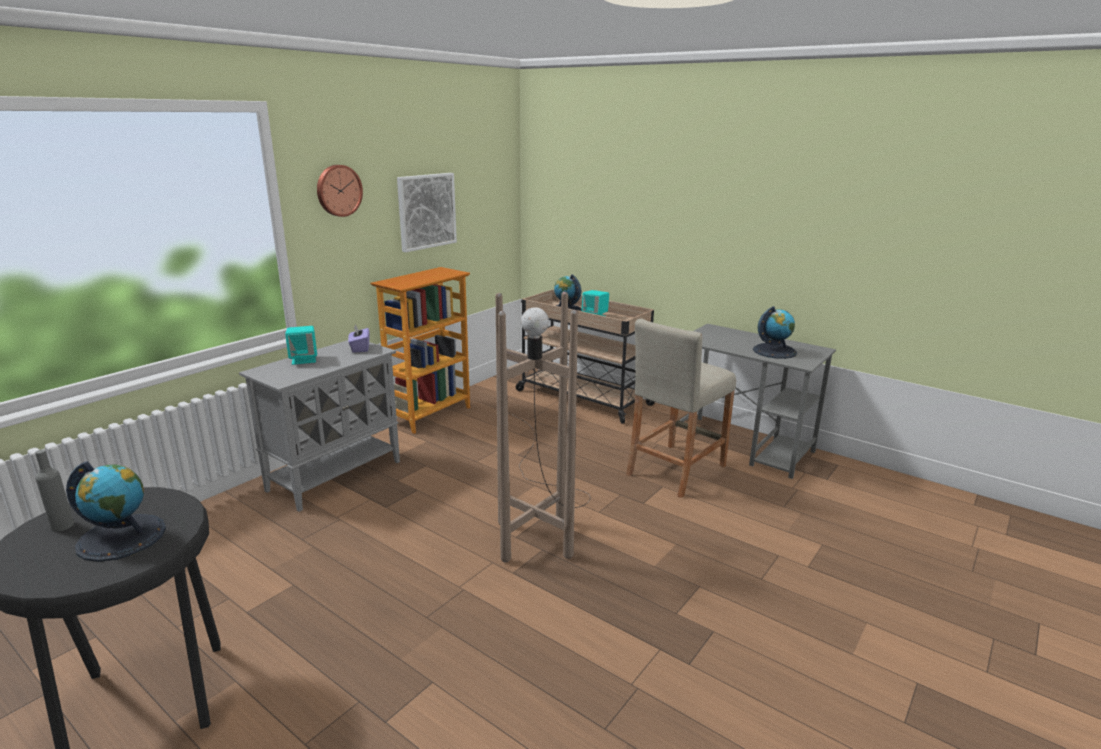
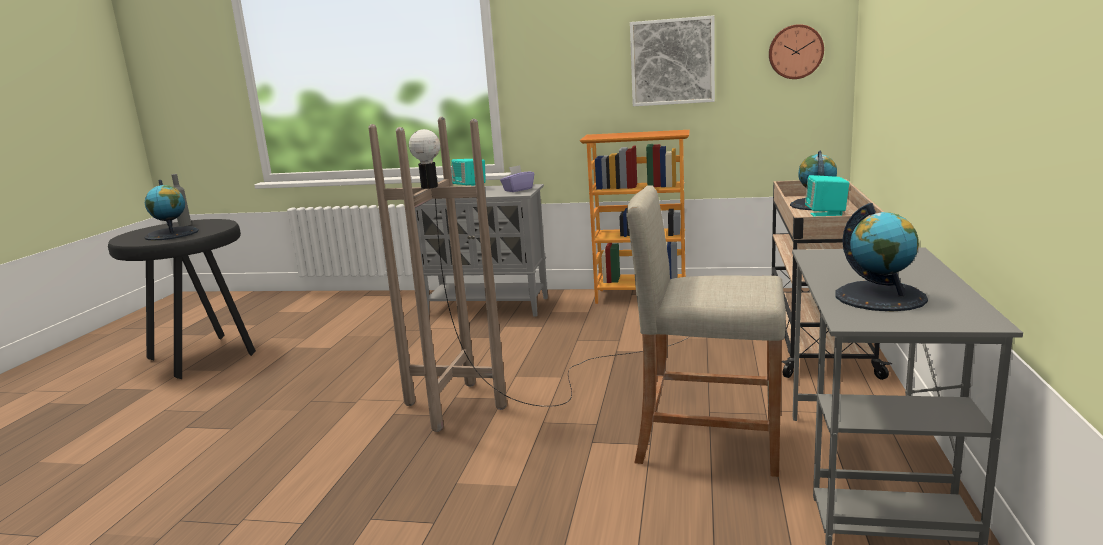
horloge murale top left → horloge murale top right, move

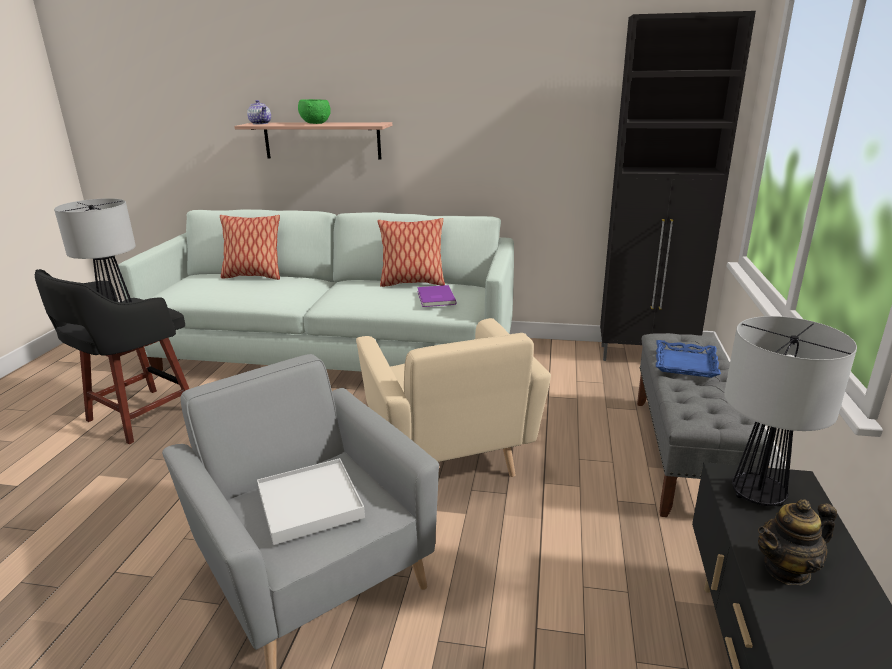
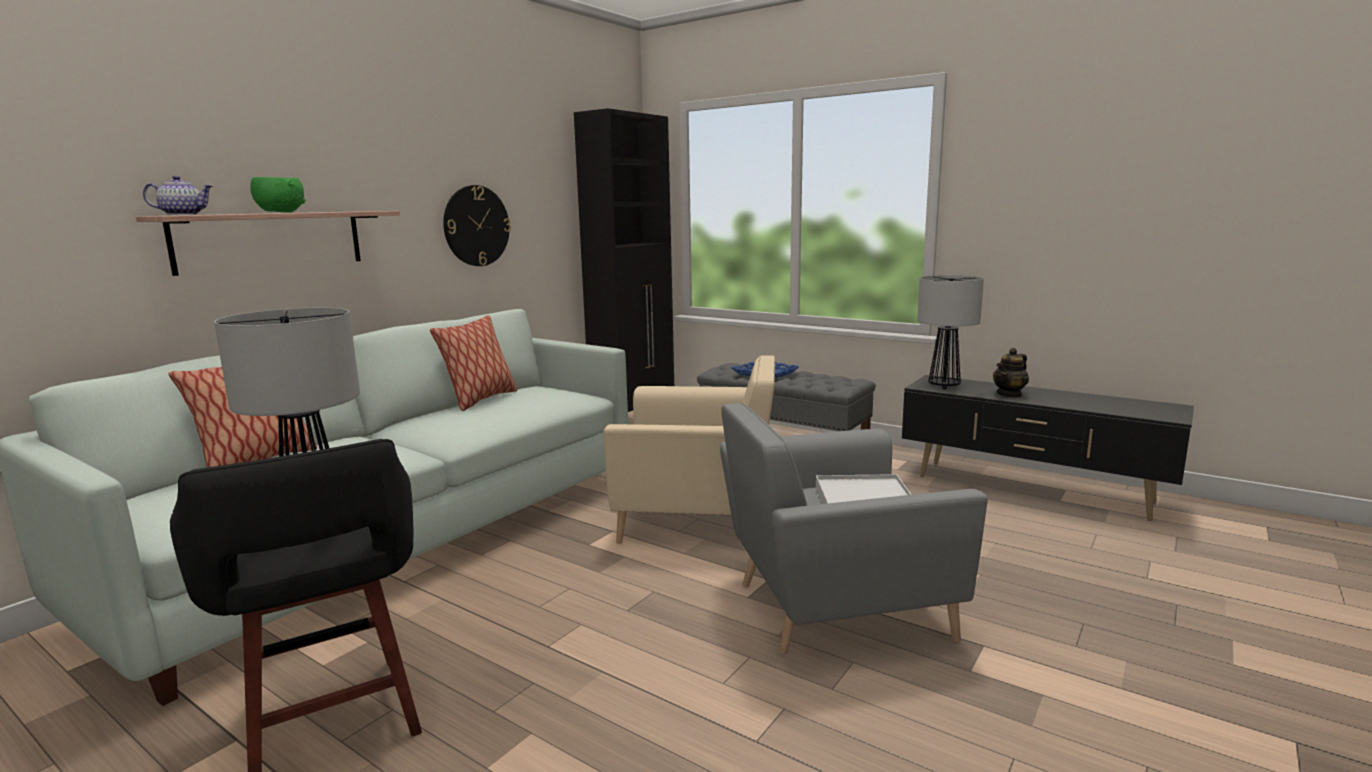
livre (violet) centre → -
- → horloge murale top centre
théière (2nd from left) bottom right → théière (2nd from left) middle right, 45 degrees clockwise

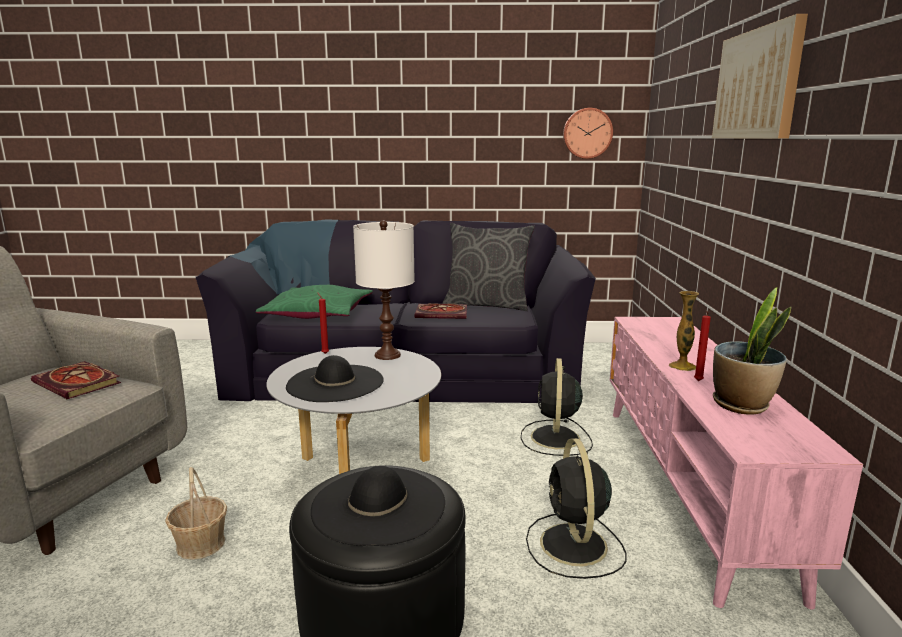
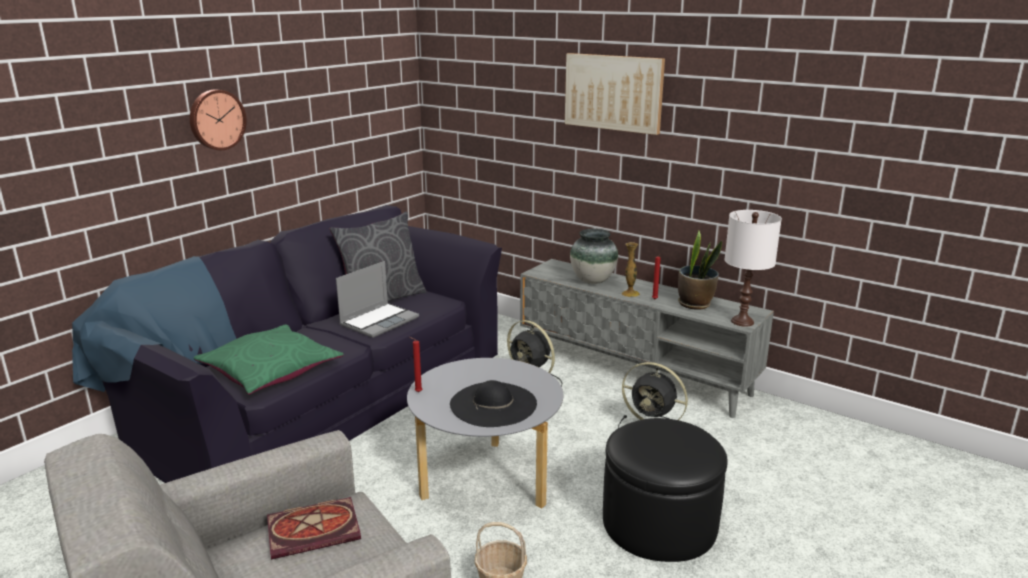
chapeau (noir) (2nd from left) bottom centre → -
- → vase (1st from left) centre
lampe de table (blanc) centre → lampe de table (blanc) middle right, move
horloge murale top centre → horloge murale top left, move
livre (2nd from left) centre → ordinateur portable centre
meuble télé (rose) bottom right → meuble télé (gris) centre

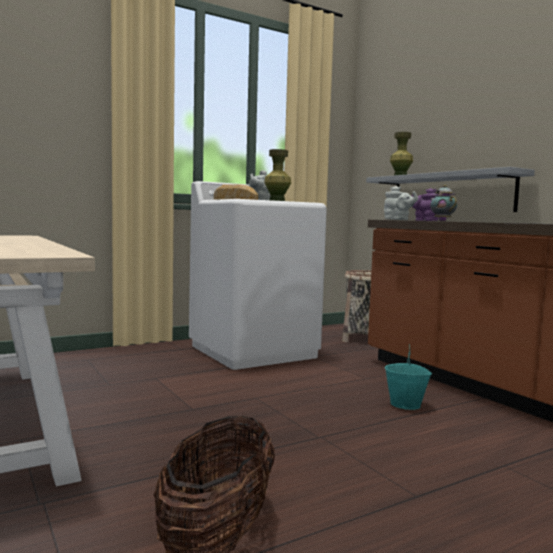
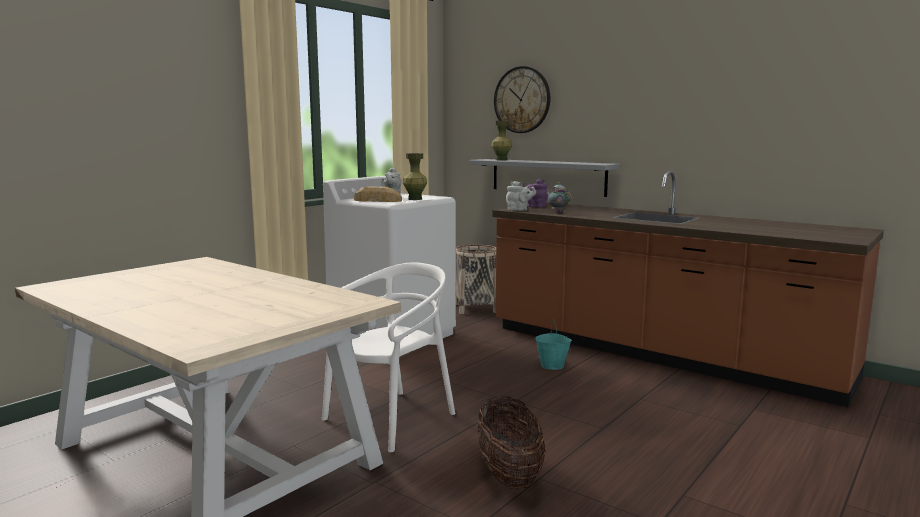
- → chaise (blanc) bottom centre
- → horloge murale top centre

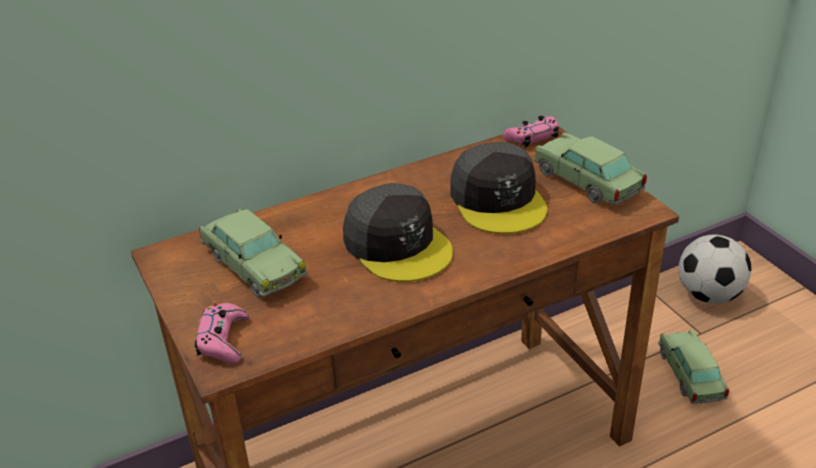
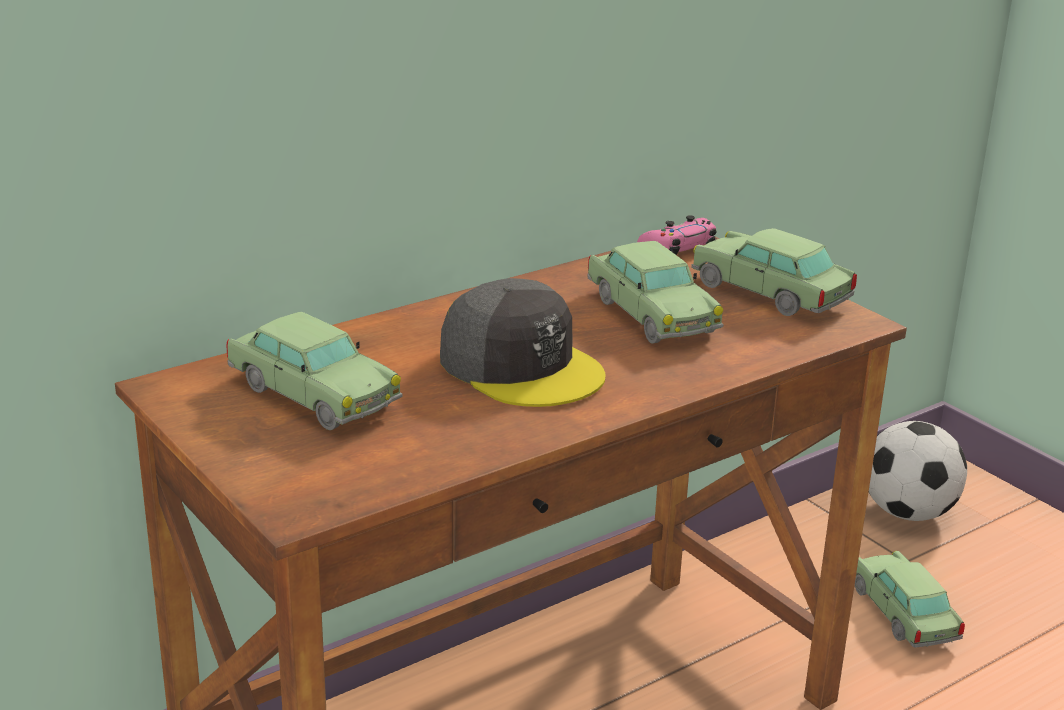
manette (rose) (1st from left) bottom left → -
casquette (gris) (2nd from left) centre → petite voiture (2nd from left) centre

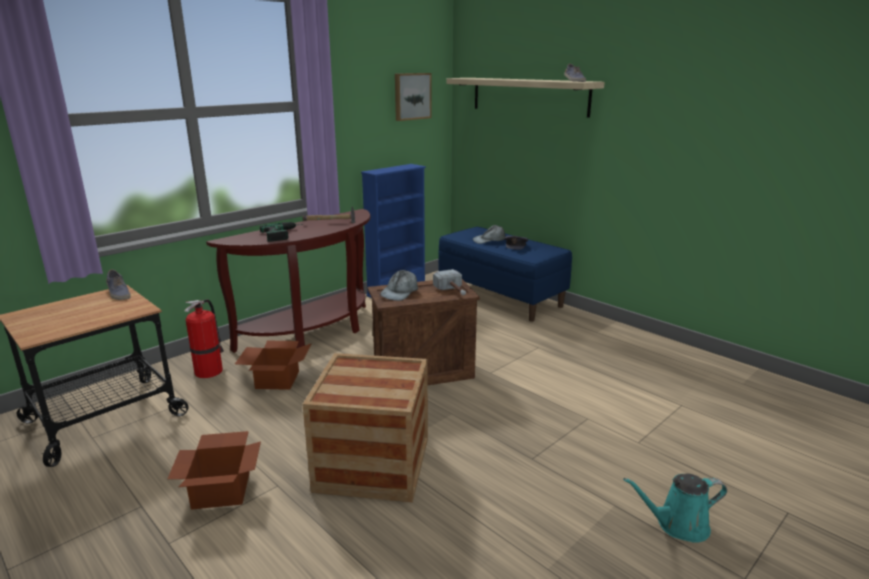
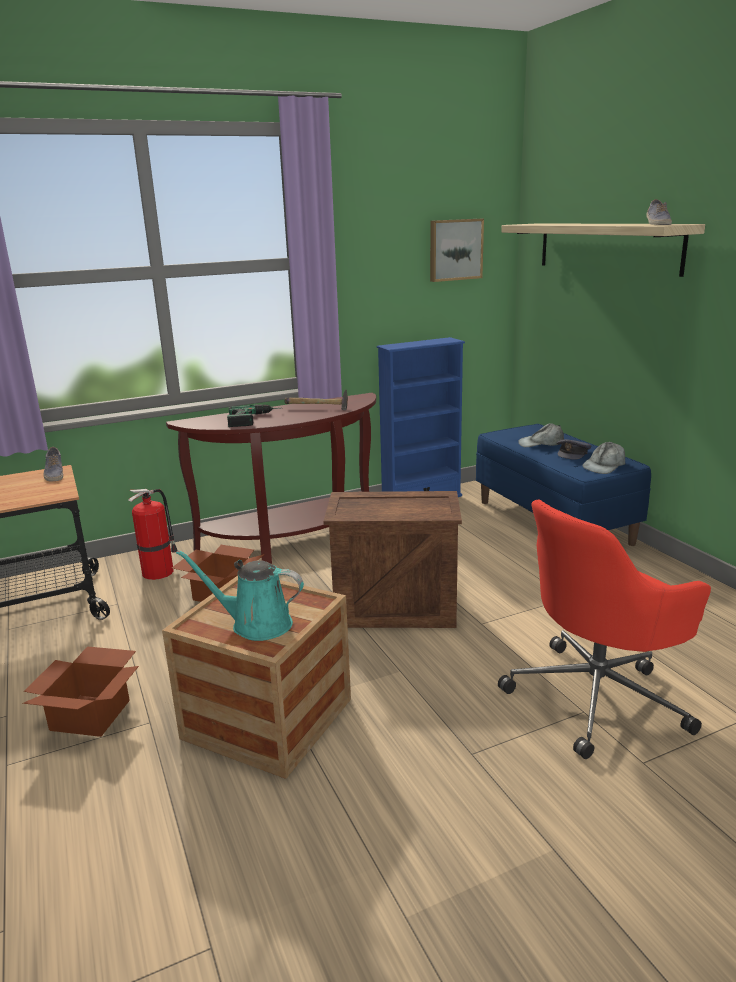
marteau (2nd from left) centre → -
- → chaise de bureau (rouge) middle right
casquette (gris) (1st from left in the first image) centre → casquette (gris) (3rd from left) middle right, move
arrosoir (turquoise) bottom right → arrosoir (turquoise) middle left, move

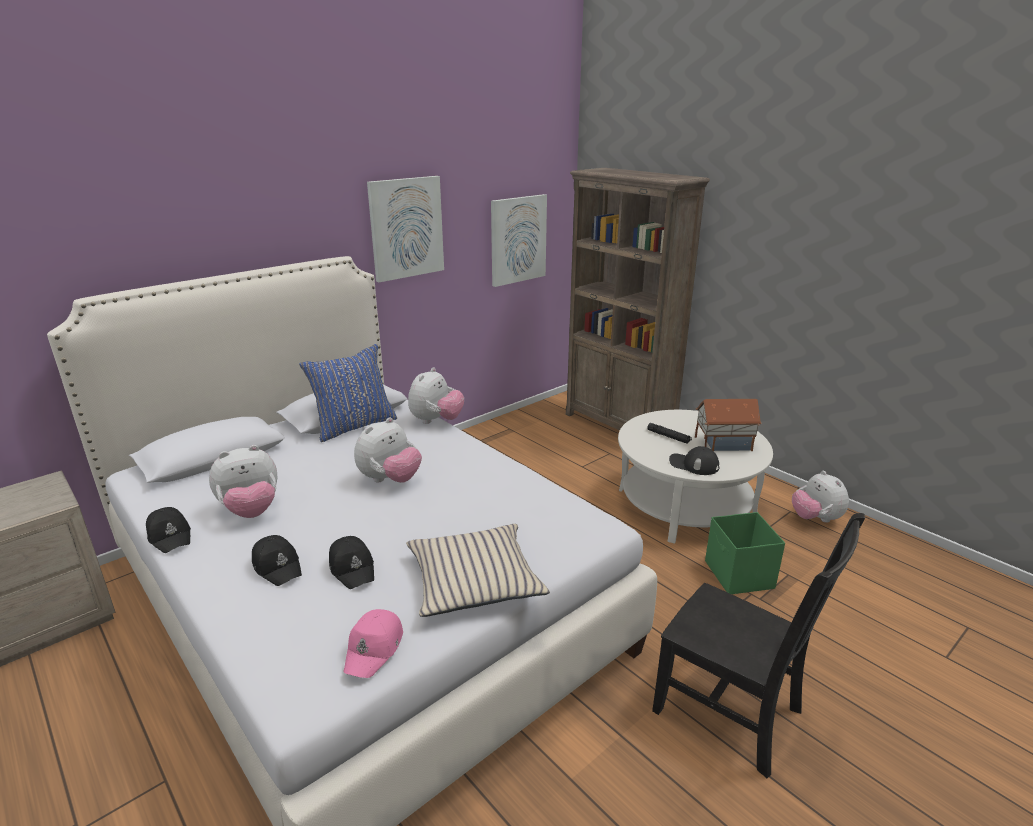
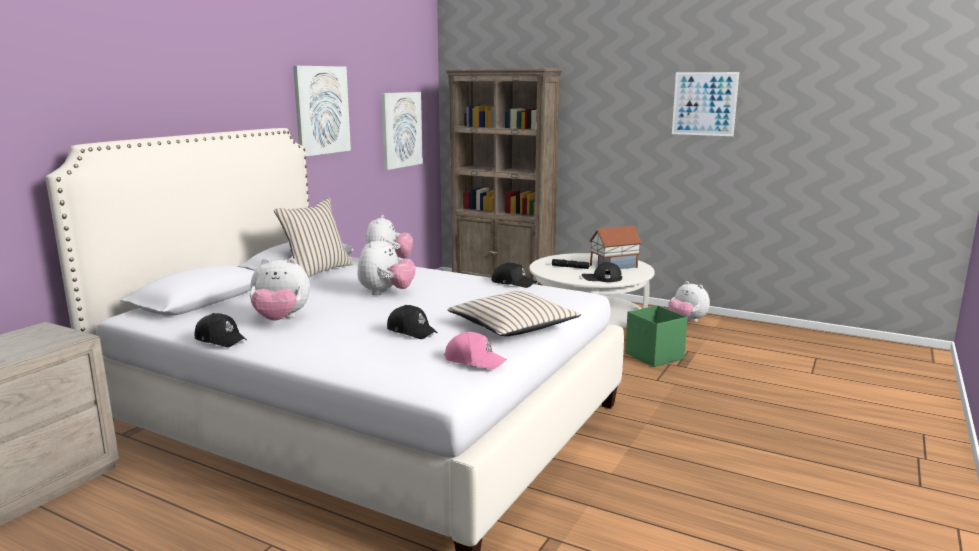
chaise (noir) bottom right → -
- → tableau (3rd from left) top right
casquette (noir) (2nd from left in the first image) bottom left → casquette (noir) (3rd from left) centre, move
coussin (bleu) centre → coussin (beige) (1st from left) middle left
peluche (1st from left) middle left, 45 degrees clockwise
casquette (rose) bottom centre → casquette (rose) centre, 60 degrees counterclockwise

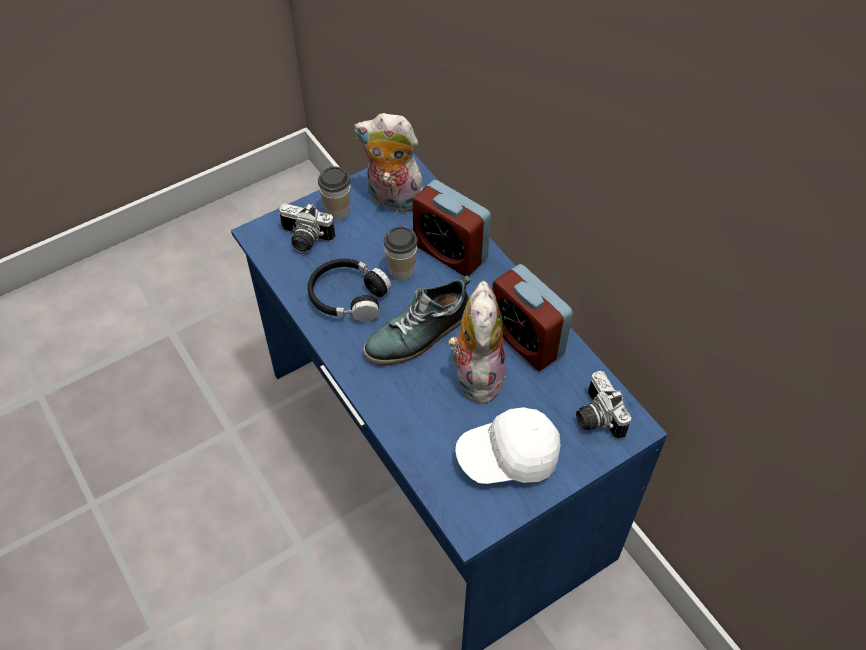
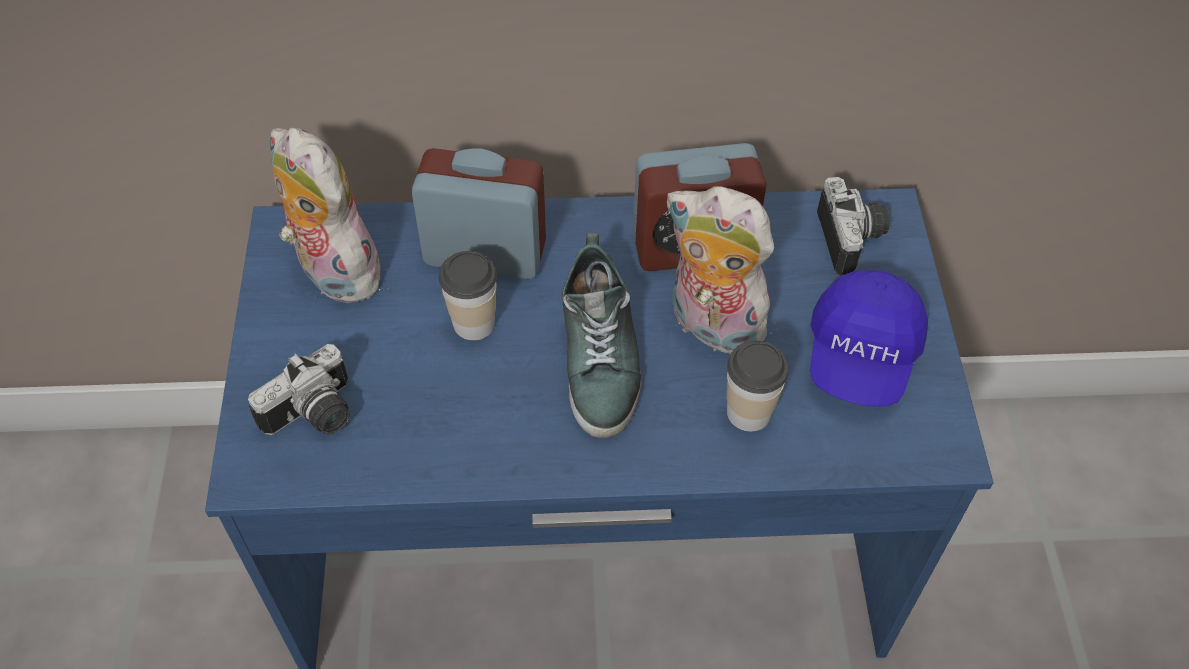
casque audio (noir) centre → -
tasse (1st from left in the first image) top centre → tasse (2nd from left) centre, move
casquette (blanc) bottom centre → casquette (bleu) middle right
peluche (1st from left) top centre → peluche (1st from left) top left, 90 degrees clockwise
réveil (1st from left) centre → réveil (1st from left) top centre, 150 degrees counterclockwise
appareil photo (2nd from left) middle right, 105 degrees counterclockwise

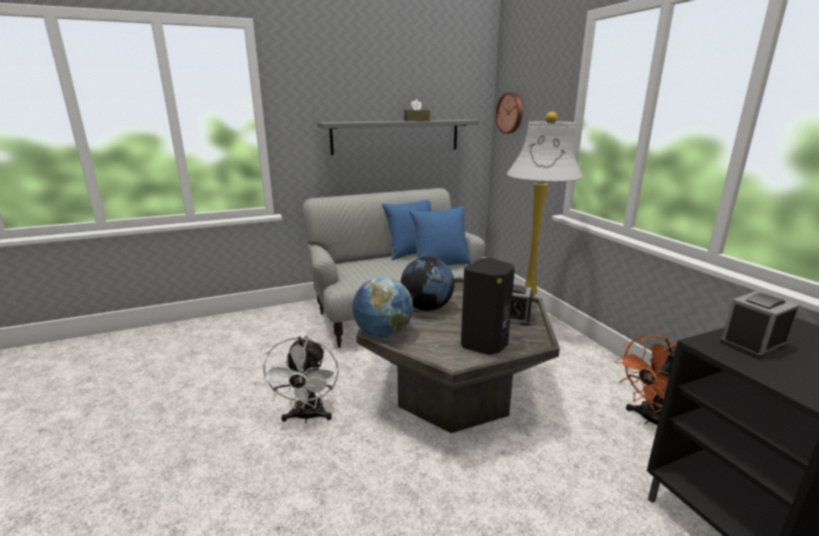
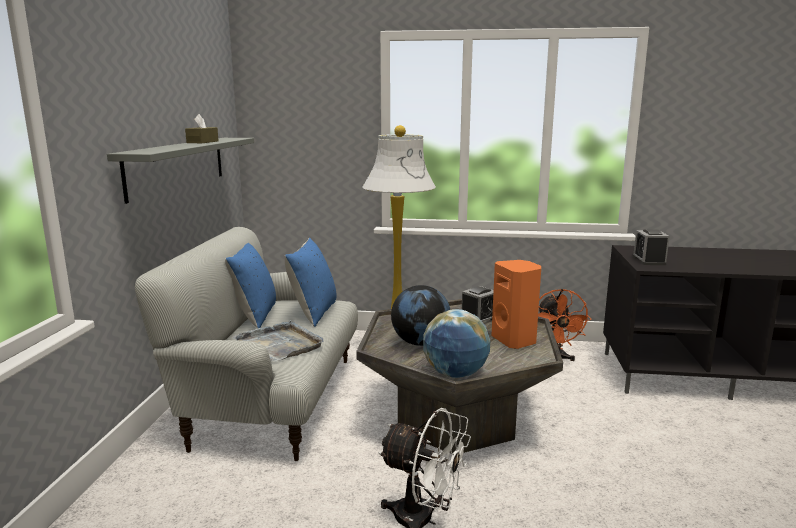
horloge murale top centre → -
- → plateau (gris) centre
enceinte (noir) centre → enceinte (orange) centre

